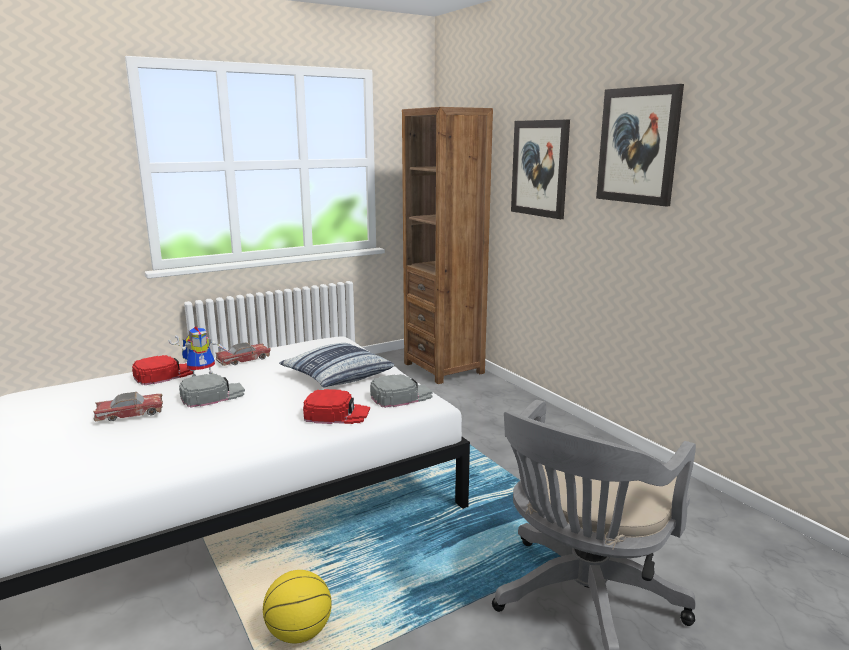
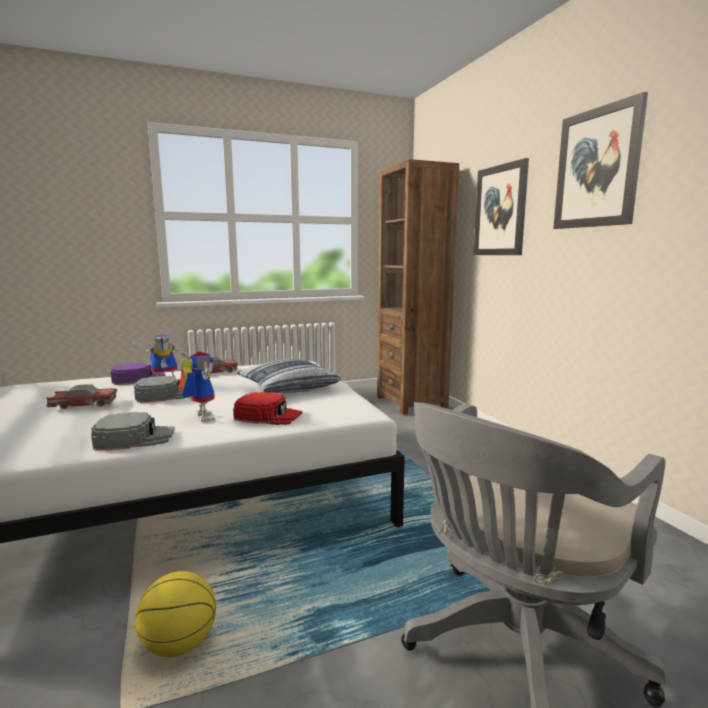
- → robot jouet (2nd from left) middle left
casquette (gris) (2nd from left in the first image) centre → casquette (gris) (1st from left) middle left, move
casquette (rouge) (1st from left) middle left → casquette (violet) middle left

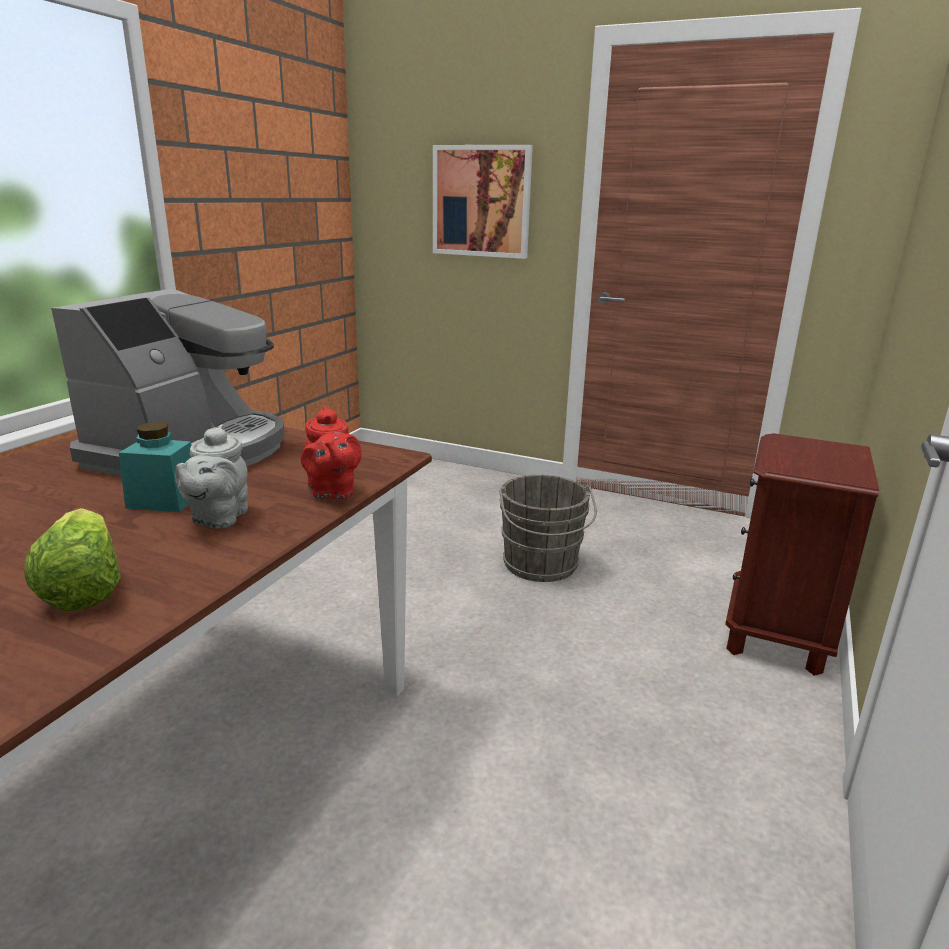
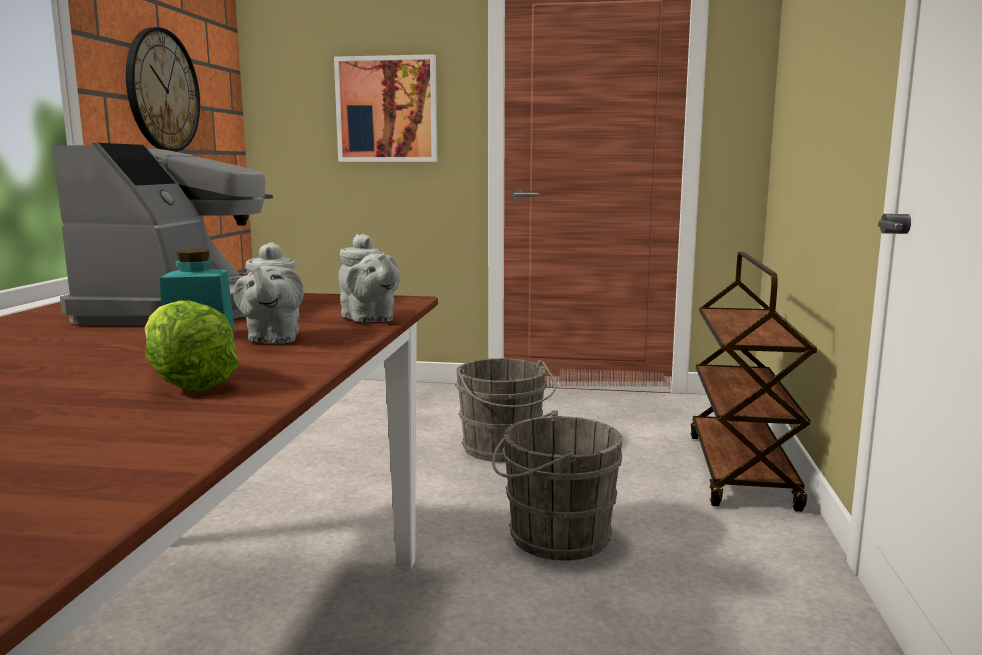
- → horloge murale top left
- → seau (gris) (2nd from left) bottom centre
table de chevet (marron) middle right → chariot (marron) middle right
théière (rouge) centre → théière (gris) (2nd from left) centre

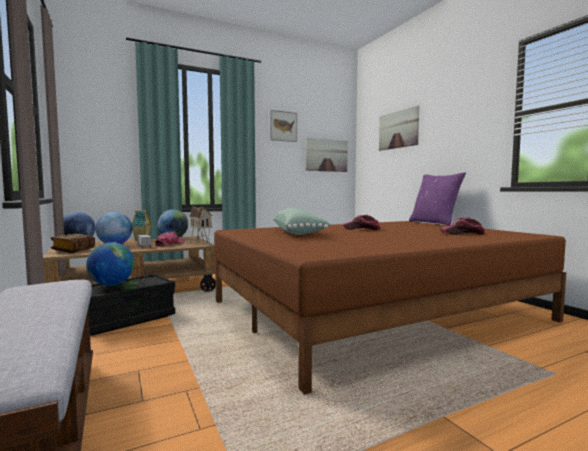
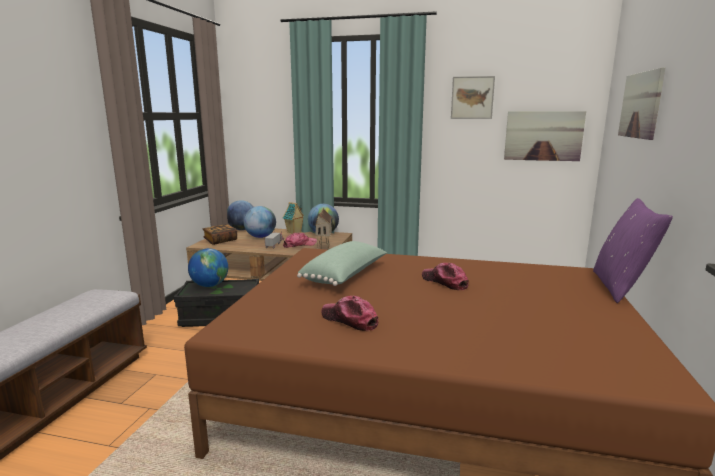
casquette (3rd from left in the first image) middle right → casquette (2nd from left) centre, move

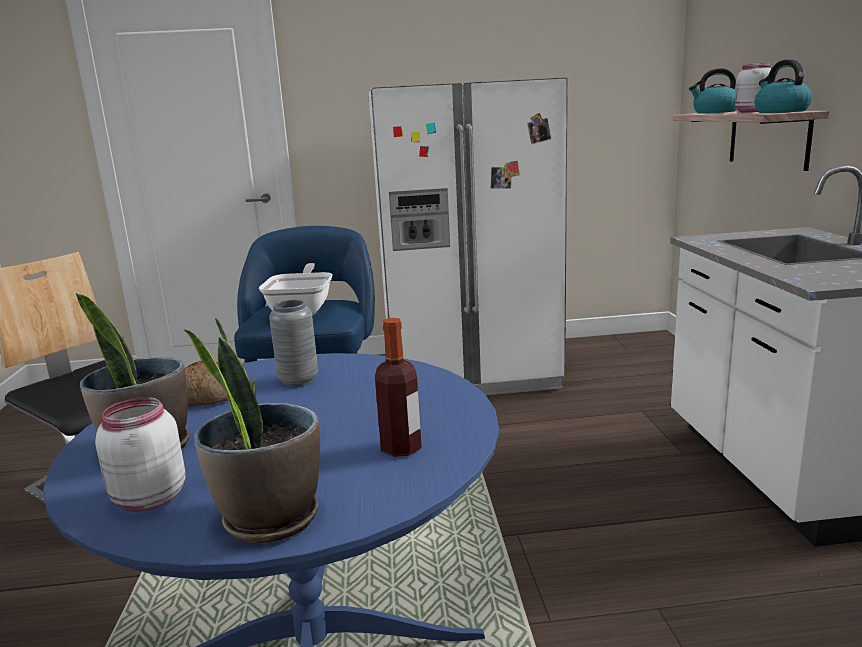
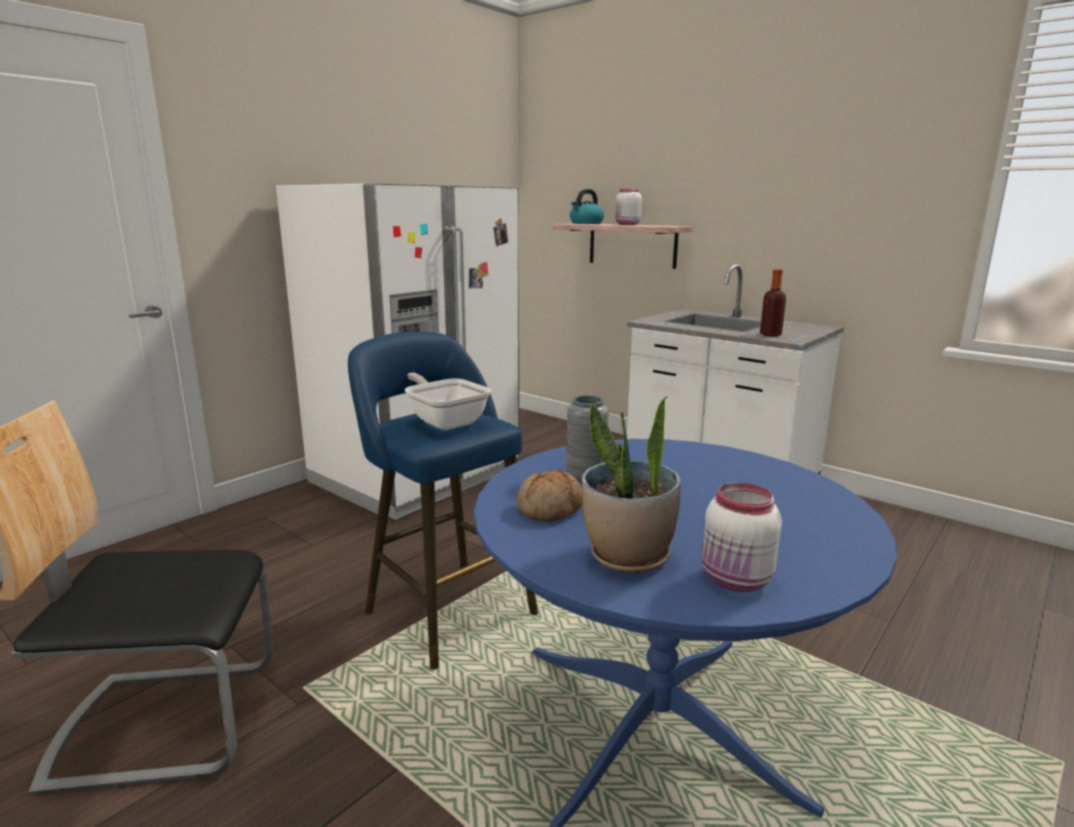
plante en pot (2nd from left) middle left → -
bouilloire (2nd from left) top right → -
bouteille centre → bouteille middle right, move

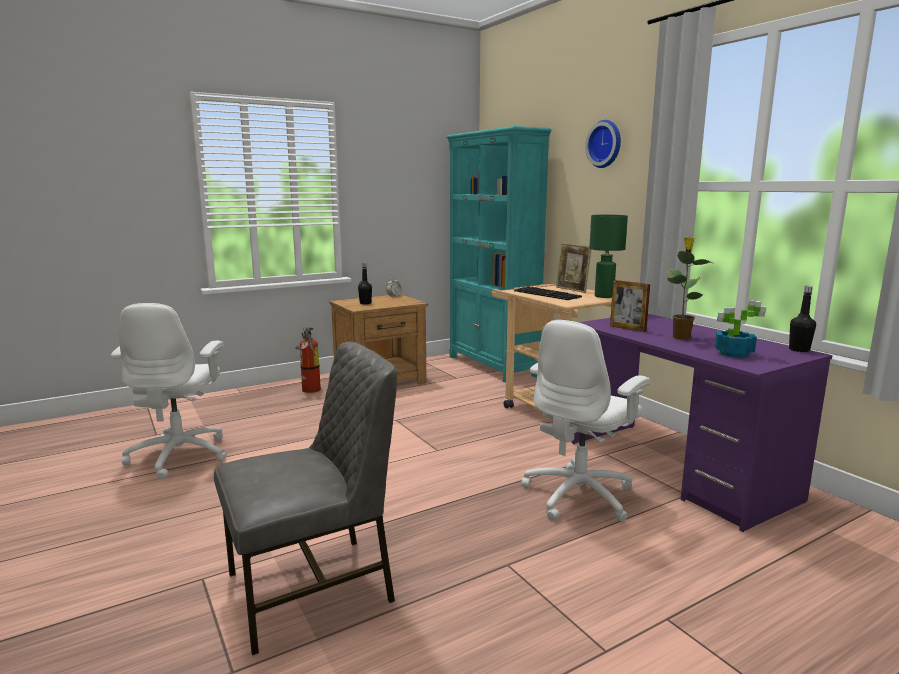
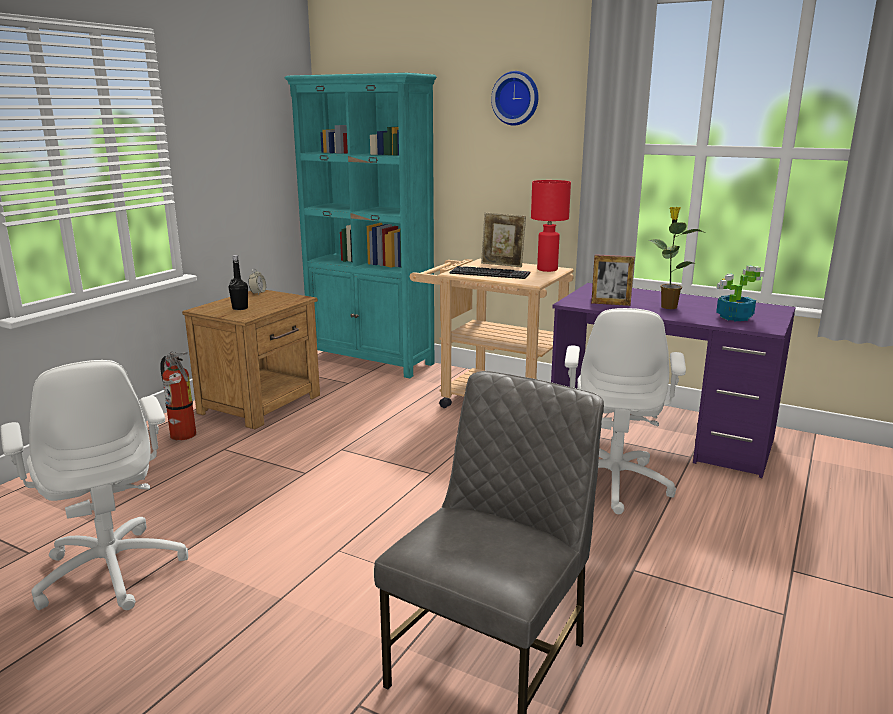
bouteille (noir) (2nd from left) middle right → -
lampe de table (vert) middle right → lampe de table (rouge) top centre

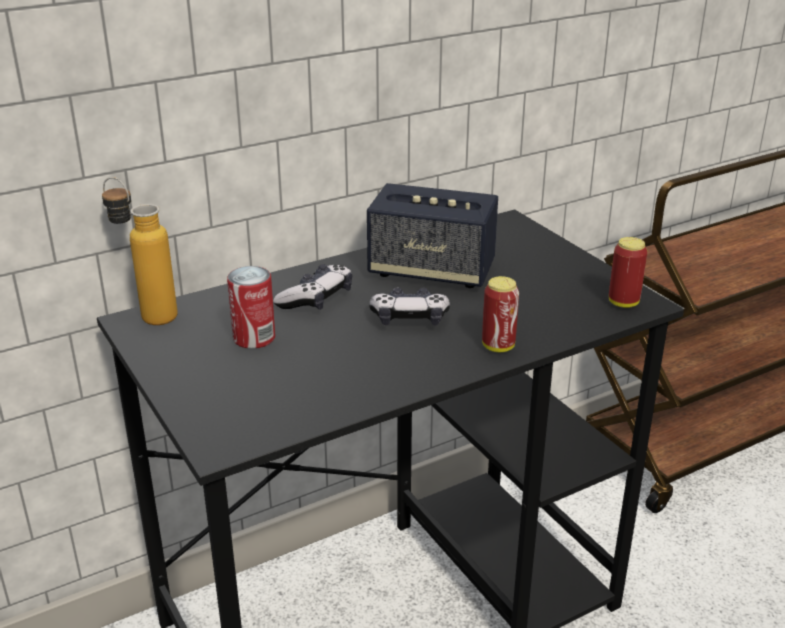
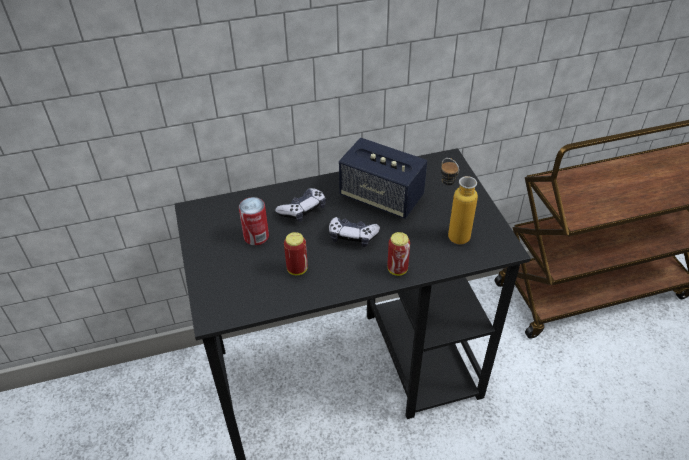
bouteille middle left → bouteille centre, move
boîte métallique (3rd from left in the first image) middle right → boîte métallique (2nd from left) centre, move

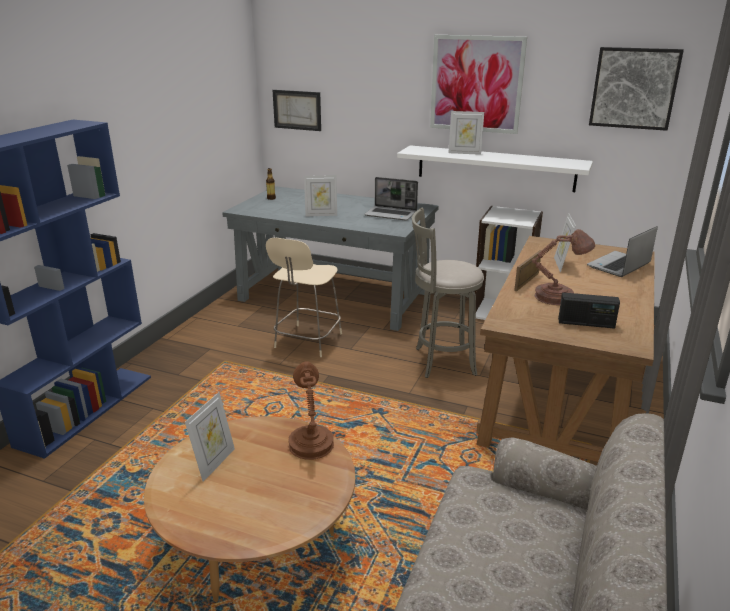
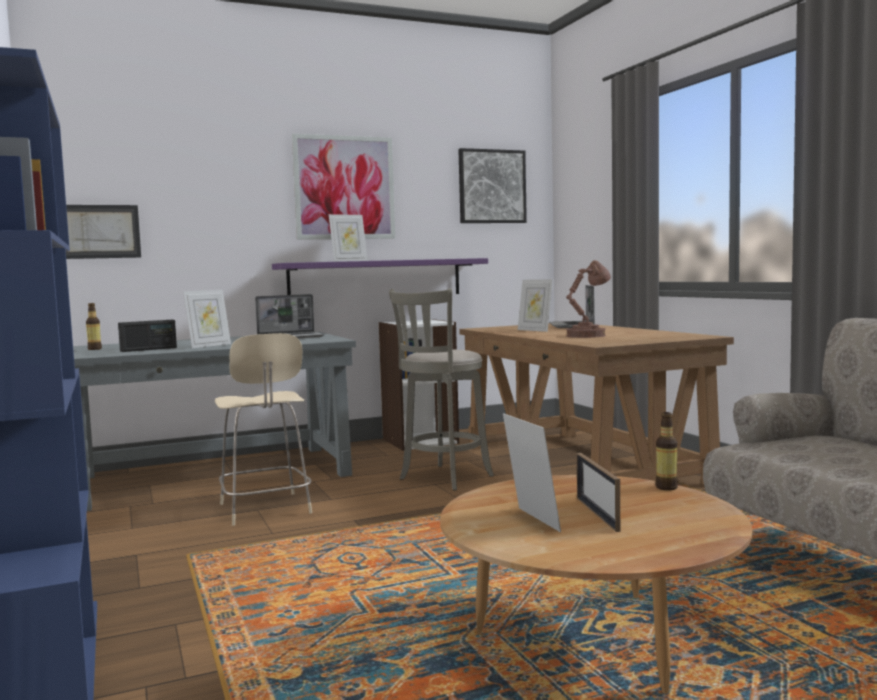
lampe de table (marron) (1st from left) bottom centre → -
- → bouteille (2nd from left) middle right
cadre photo (4th from left in the first image) middle right → cadre photo (5th from left) bottom right, move
radio middle right → radio middle left, move
étagère (blanc) top right → étagère (violet) centre

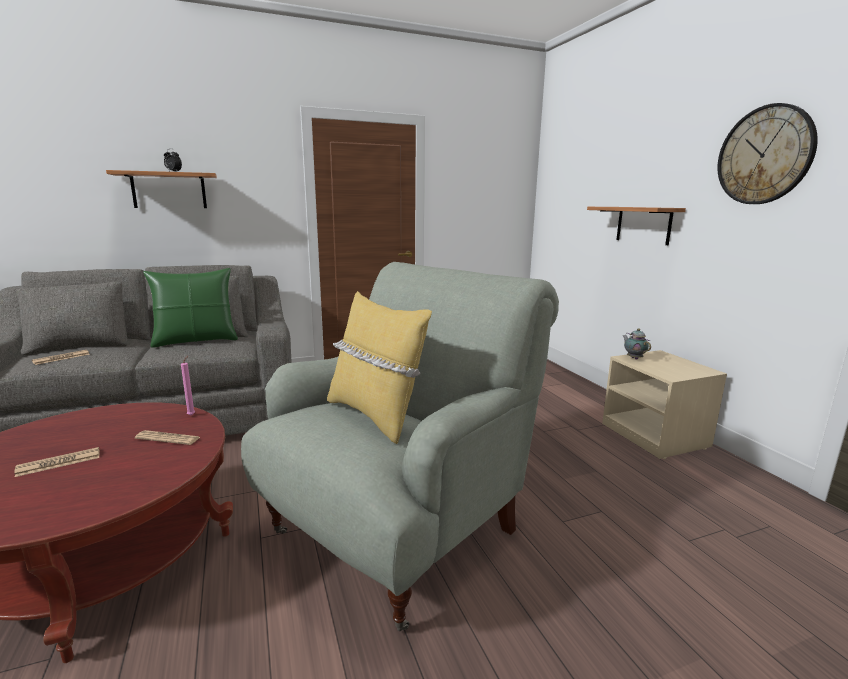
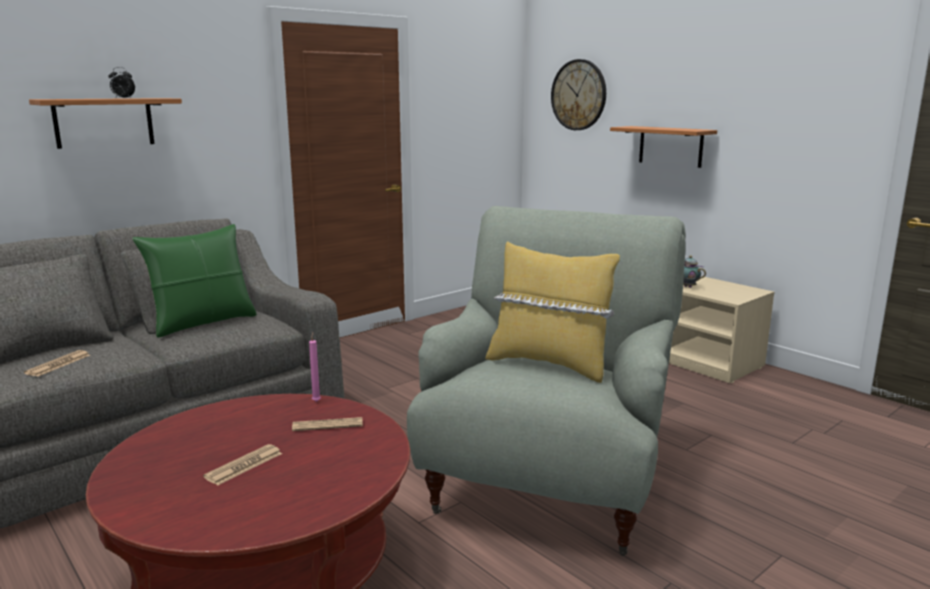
horloge murale top right → horloge murale top centre, move

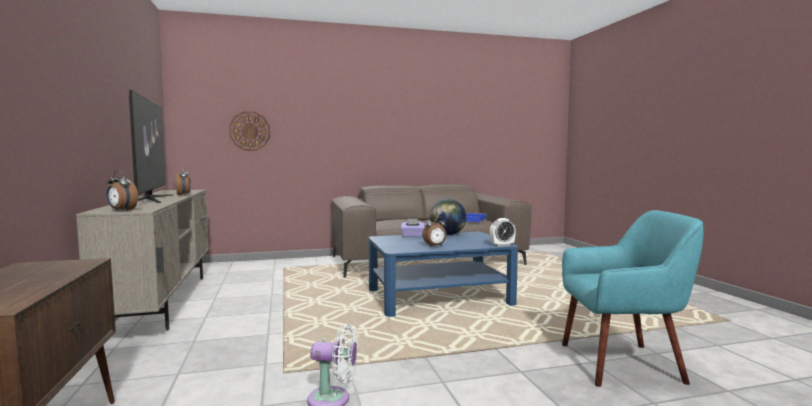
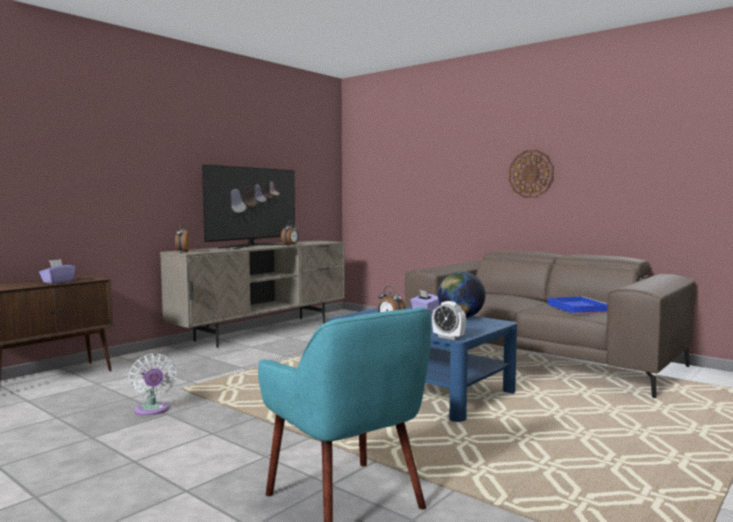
- → boîte à mouchoirs (violet) (1st from left) middle left
horloge murale top left → horloge murale middle right, move

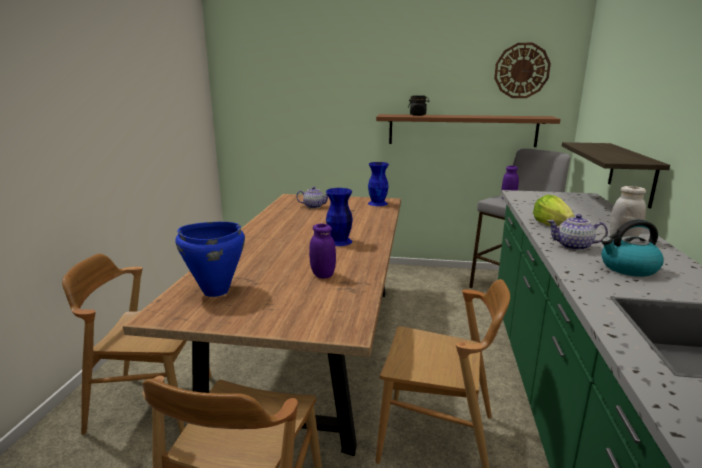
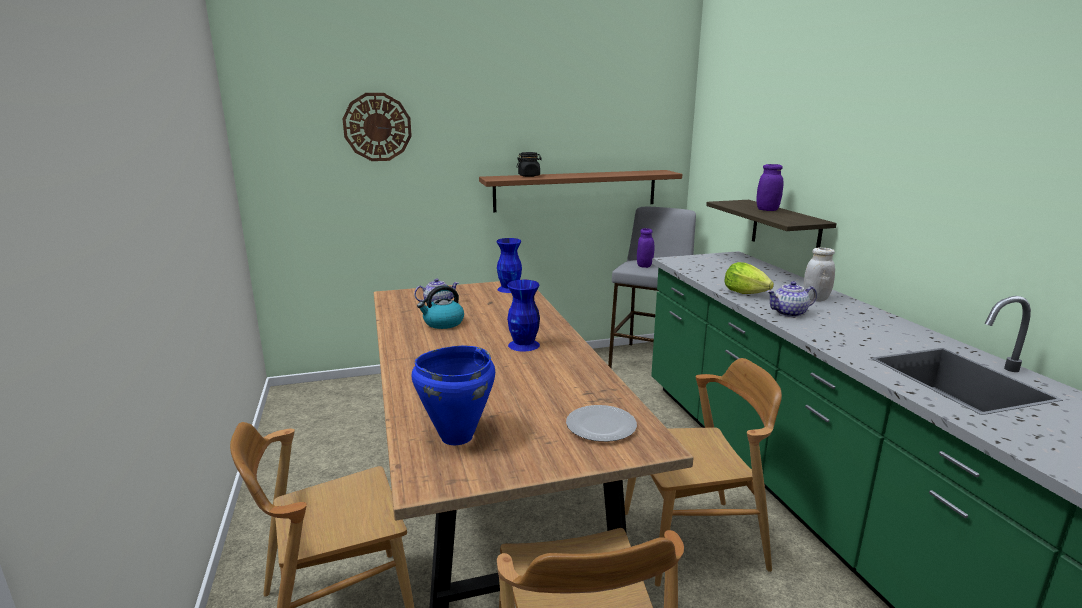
- → assiette bottom centre
bocal (violet) (1st from left in the first image) centre → bocal (violet) (2nd from left) top right, move
horloge murale top right → horloge murale top centre, move
bouilloire middle right → bouilloire centre, move

